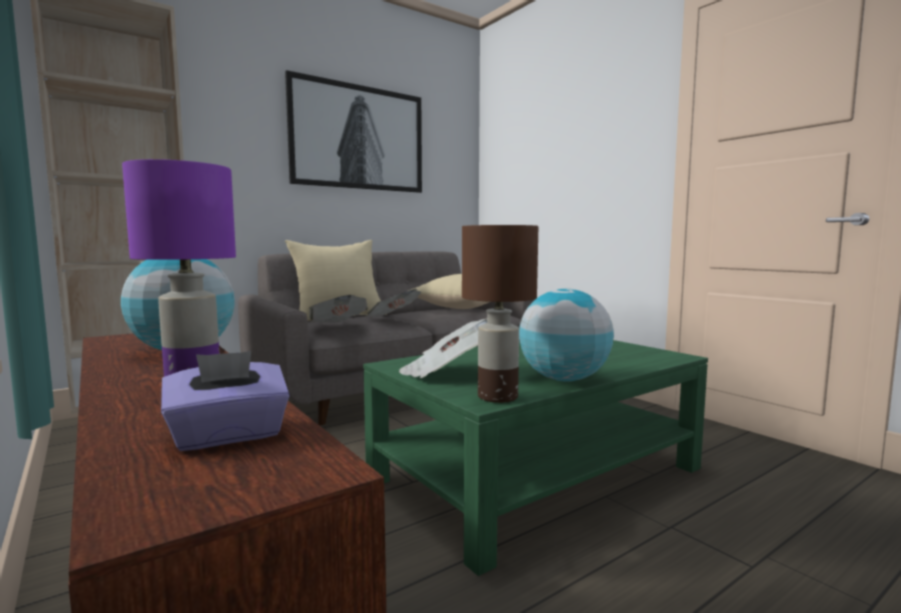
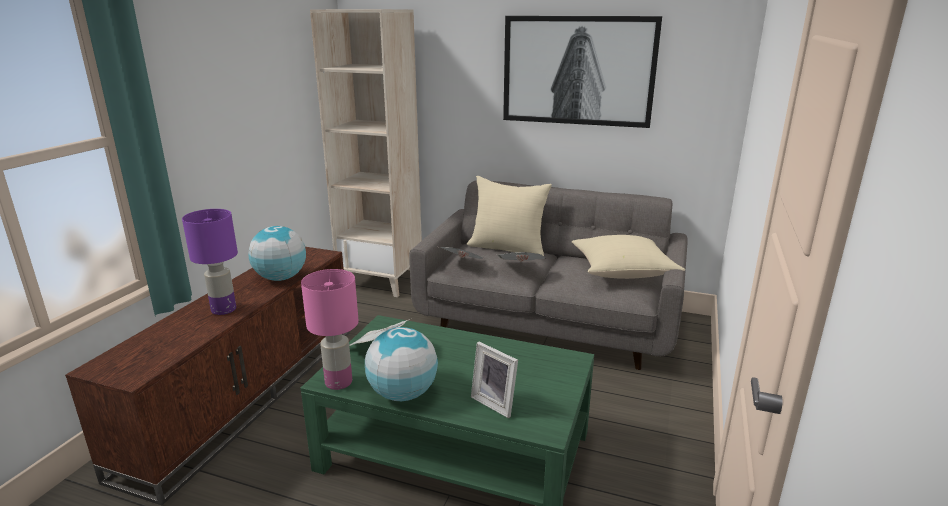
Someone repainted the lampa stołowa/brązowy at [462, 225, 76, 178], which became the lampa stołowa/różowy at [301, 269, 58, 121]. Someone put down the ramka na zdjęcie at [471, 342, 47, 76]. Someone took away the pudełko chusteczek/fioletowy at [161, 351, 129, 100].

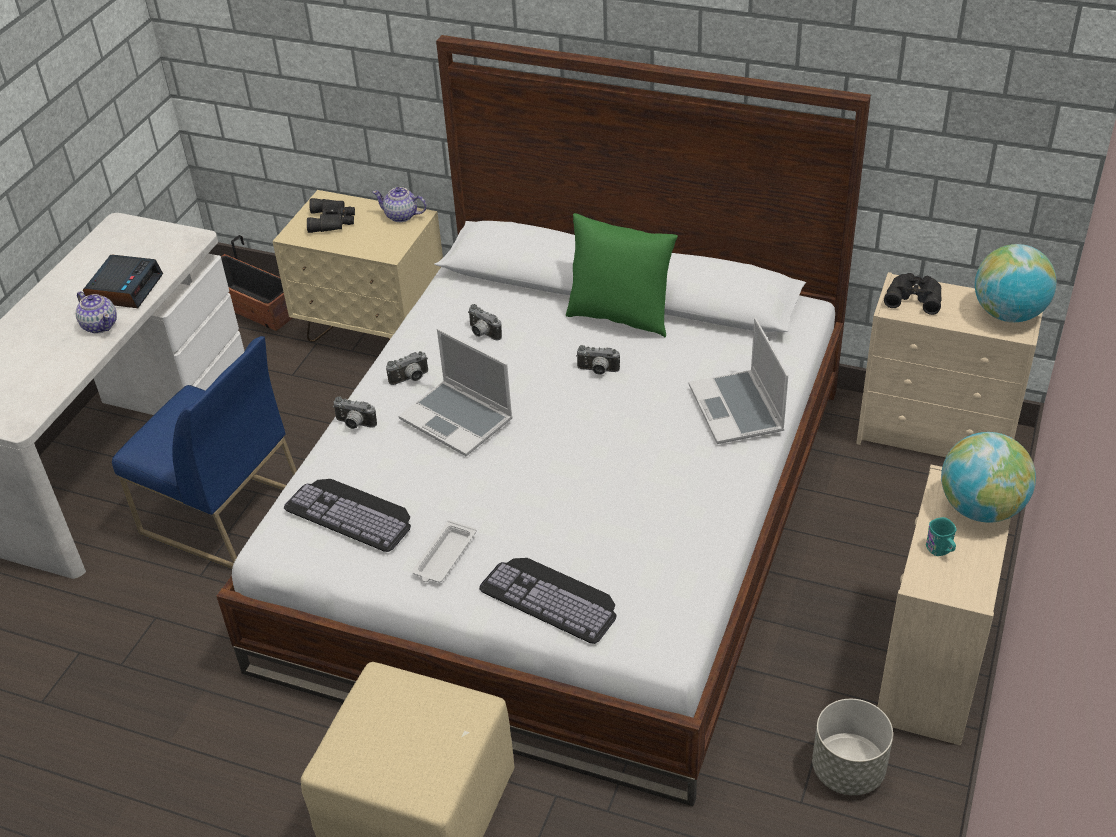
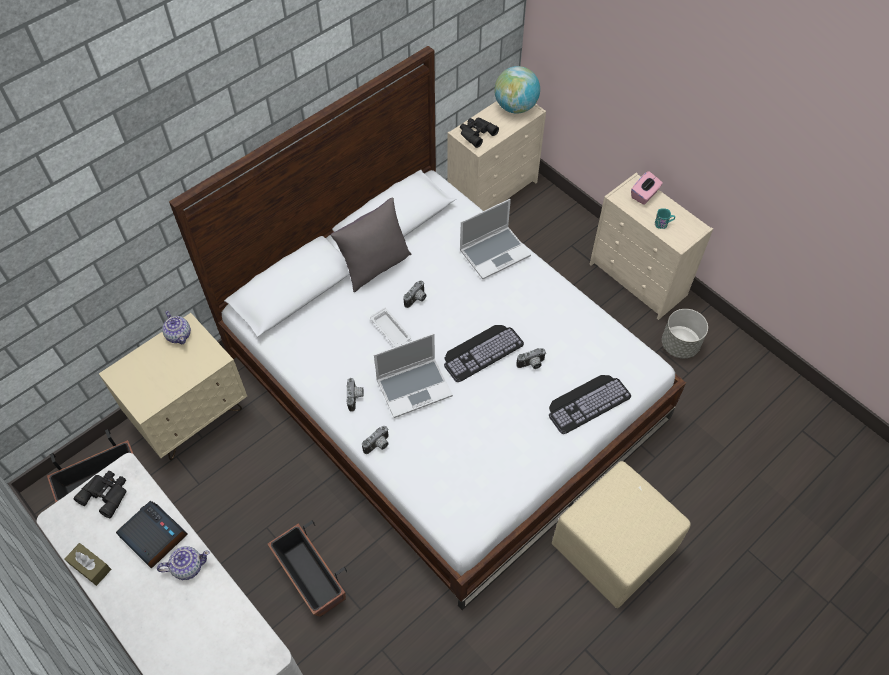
Someone put down the pudełko chusteczek/brązowy at [64, 543, 47, 43]. Someone carried the lornetka/czarny from [307, 198, 48, 35] to [74, 471, 53, 47]. Someone rotated the imbryk at [372, 187, 55, 35] by 75 degrees counterclockwise. Someone swapped the krzesło/niebieski at [112, 336, 185, 233] for the donica at [268, 520, 79, 97]. Someone repainted the poduszka/zielony at [566, 213, 112, 124], which became the poduszka/szary at [331, 197, 81, 95]. Someone carried the taca/biały from [412, 520, 64, 62] to [370, 307, 41, 40]. Someone carried the klawiatura from [284, 479, 127, 73] to [444, 325, 80, 57]. Someone rotated the laptop at [689, 318, 99, 126] by 45 degrees counterclockwise. Someone carried the aparat fotograficzny from [468, 304, 34, 37] to [516, 348, 30, 21]. Someone swapped the globus at [941, 432, 95, 91] for the pudełko chusteczek/różowy at [631, 171, 32, 34].

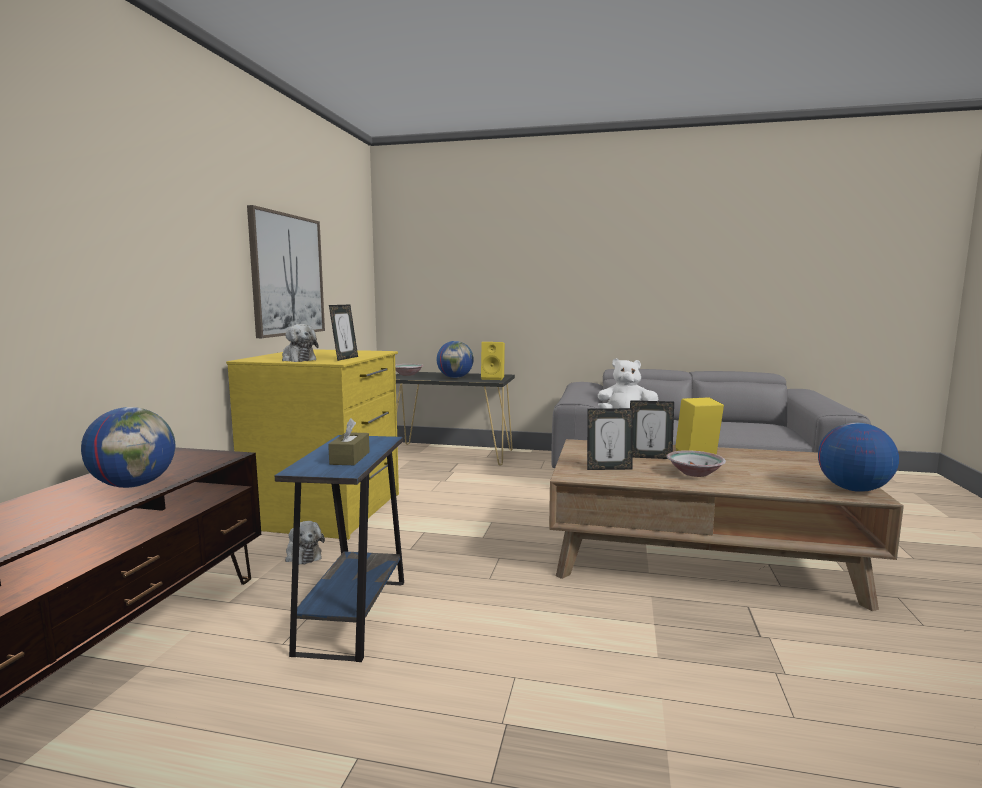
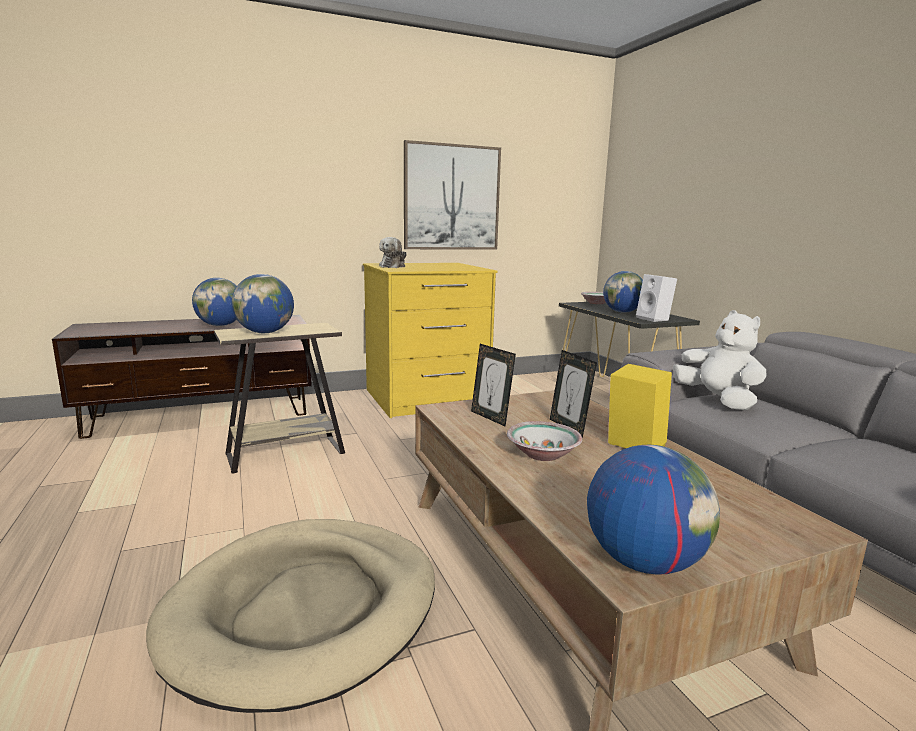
Someone put down the legowisko/beżowy at [146, 519, 289, 194]. Someone repainted the stolik/niebieski at [275, 435, 129, 227], which became the stolik/beżowy at [214, 323, 131, 150]. Someone swapped the pudełko chusteczek/brązowy at [328, 418, 42, 47] for the globus at [232, 274, 62, 59]. Someone repainted the głośnik/żółty at [481, 342, 24, 38], which became the głośnik/biały at [636, 274, 41, 48]. Someone took away the pluszak at [285, 521, 40, 44]. Someone took away the ramka na zdjęcie at [329, 305, 29, 56].

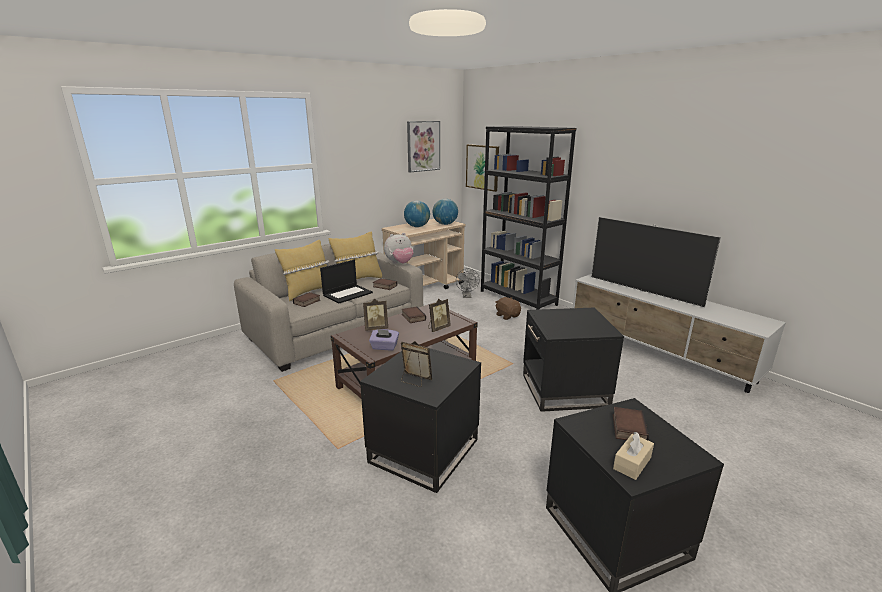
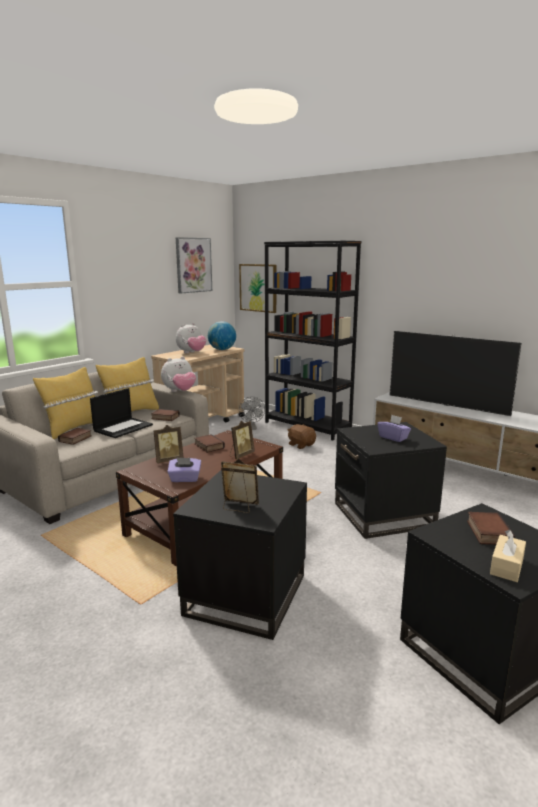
Someone swapped the globus at [404, 201, 26, 26] for the pluszak at [176, 323, 30, 30]. Someone put down the pudełko chusteczek/fioletowy at [377, 415, 34, 27].

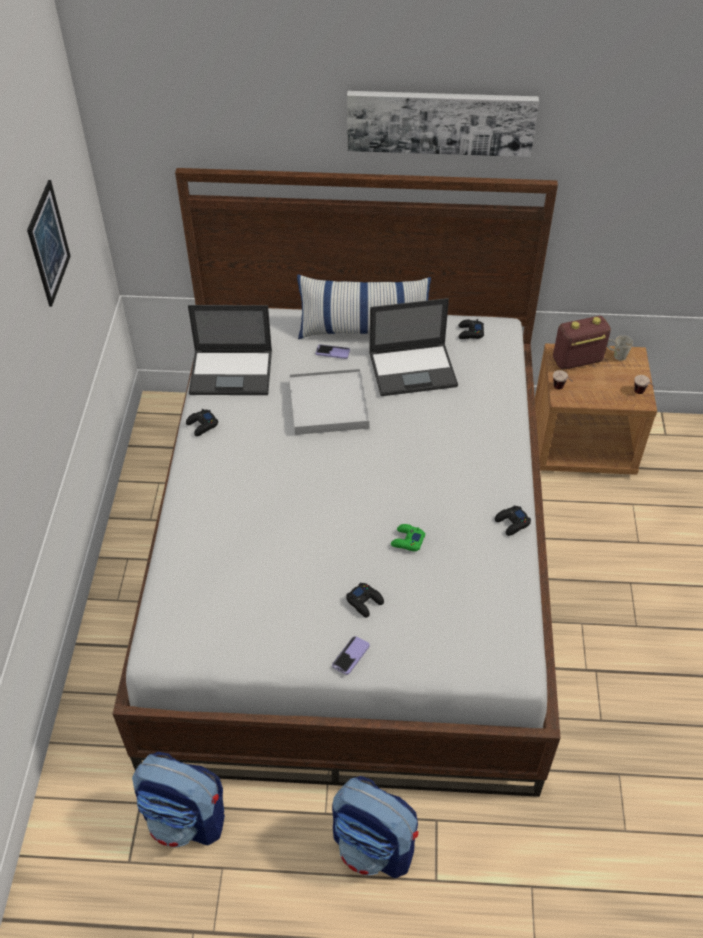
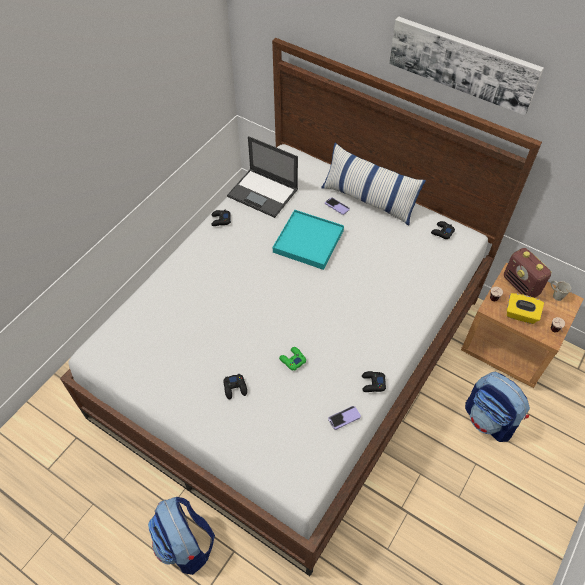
Someone repainted the taca/biały at [289, 368, 81, 67], which became the taca/turkusowy at [273, 210, 71, 60]. Someone carried the telefon from [332, 636, 38, 39] to [328, 406, 33, 24]. Someone carried the plecak from [132, 752, 93, 95] to [465, 372, 65, 70]. Someone rotated the radio at [553, 316, 58, 54] by 135 degrees counterclockwise. Someone put down the pudełko chusteczek/żółty at [507, 293, 37, 31]. Someone took away the obraz at [27, 180, 44, 127]. Someone took away the laptop at [369, 298, 89, 98].

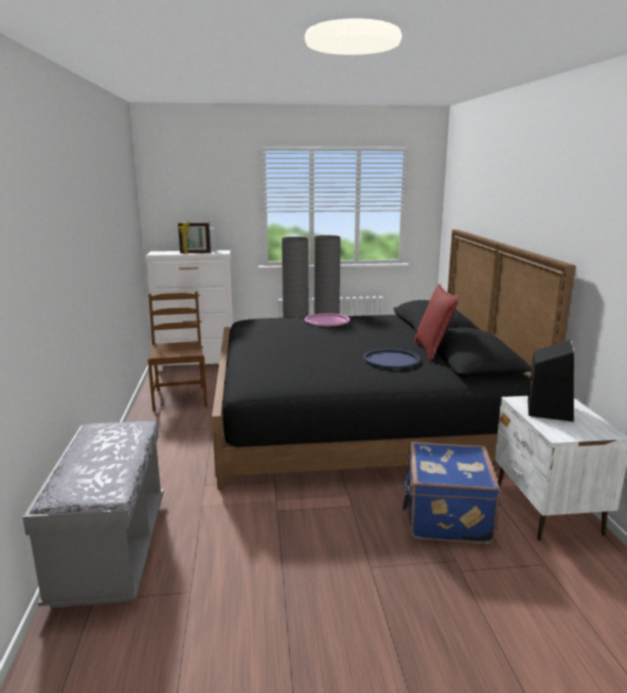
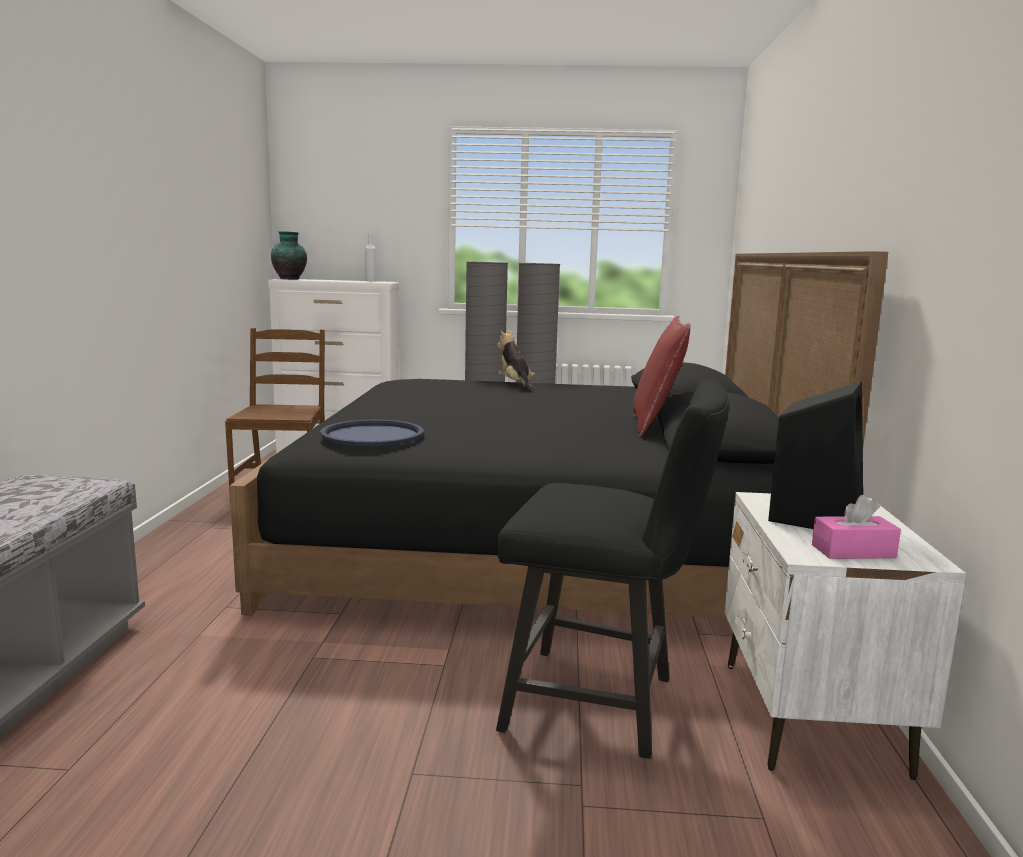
Someone put down the wazon at [271, 231, 36, 48]. Someone carried the taca/niebieski from [363, 349, 57, 20] to [320, 419, 103, 27]. Someone swapped the walizka/niebieski at [402, 442, 98, 102] for the krzesło/czarny at [496, 379, 233, 380]. Someone swapped the taca/różowy at [305, 313, 45, 13] for the pluszak at [497, 329, 38, 62]. Someone put down the pudełko chusteczek/różowy at [812, 495, 89, 64]. Someone took away the ramka na zdjęcie at [178, 222, 33, 32].

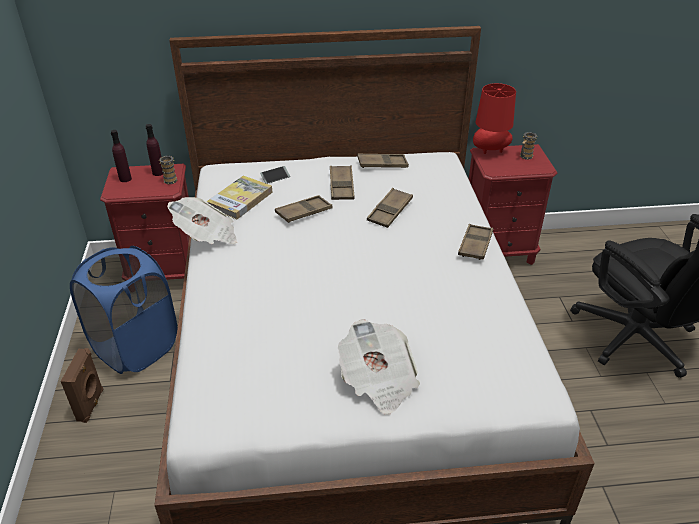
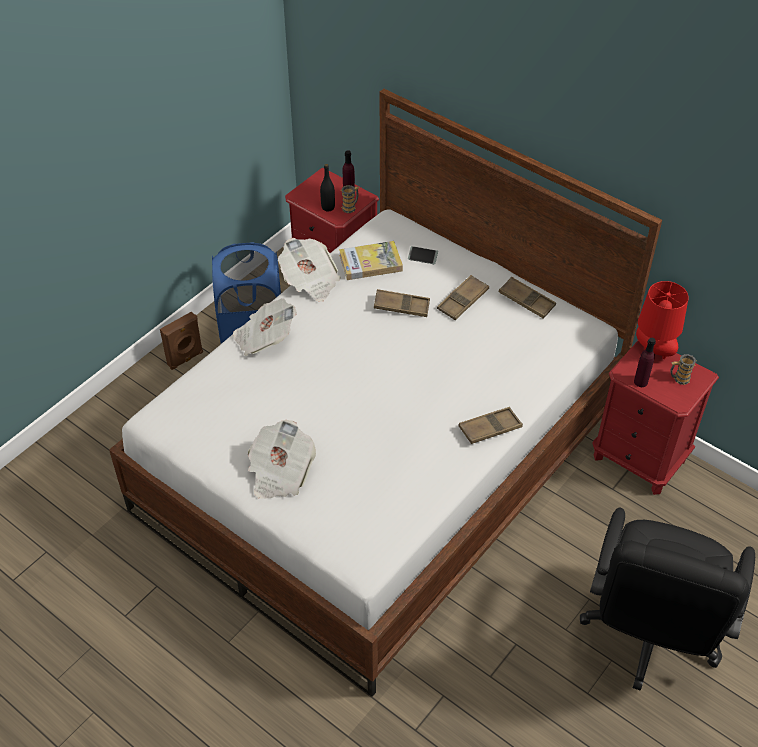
Someone put down the gazeta at [232, 298, 65, 58]. Someone put down the butelka/czarny at [320, 164, 15, 47]. Someone carried the butelka/fioletowy from [111, 130, 21, 52] to [634, 338, 22, 49]. Someone took away the taca/brązowy at [367, 188, 46, 40].

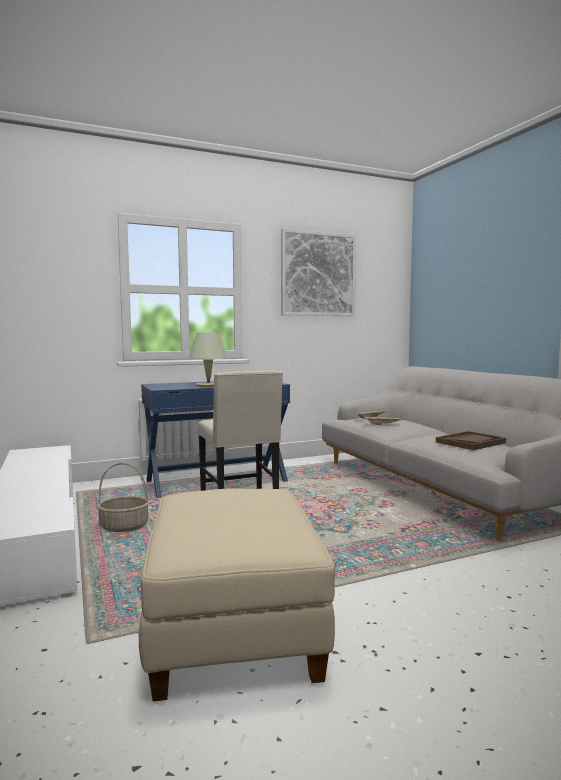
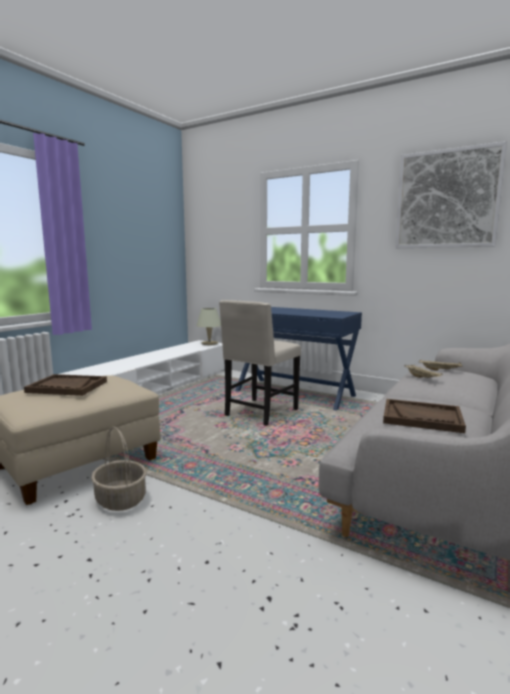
Someone put down the taca/brązowy at [24, 374, 83, 22]. Someone carried the koszyk from [97, 463, 52, 69] to [91, 427, 56, 84]. Someone carried the lampa stołowa/beżowy from [189, 332, 38, 55] to [196, 308, 25, 37].

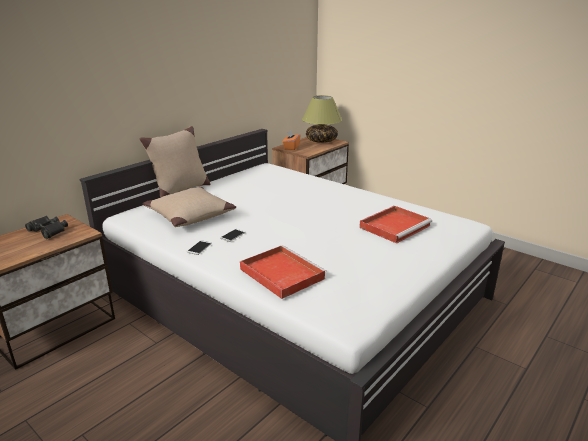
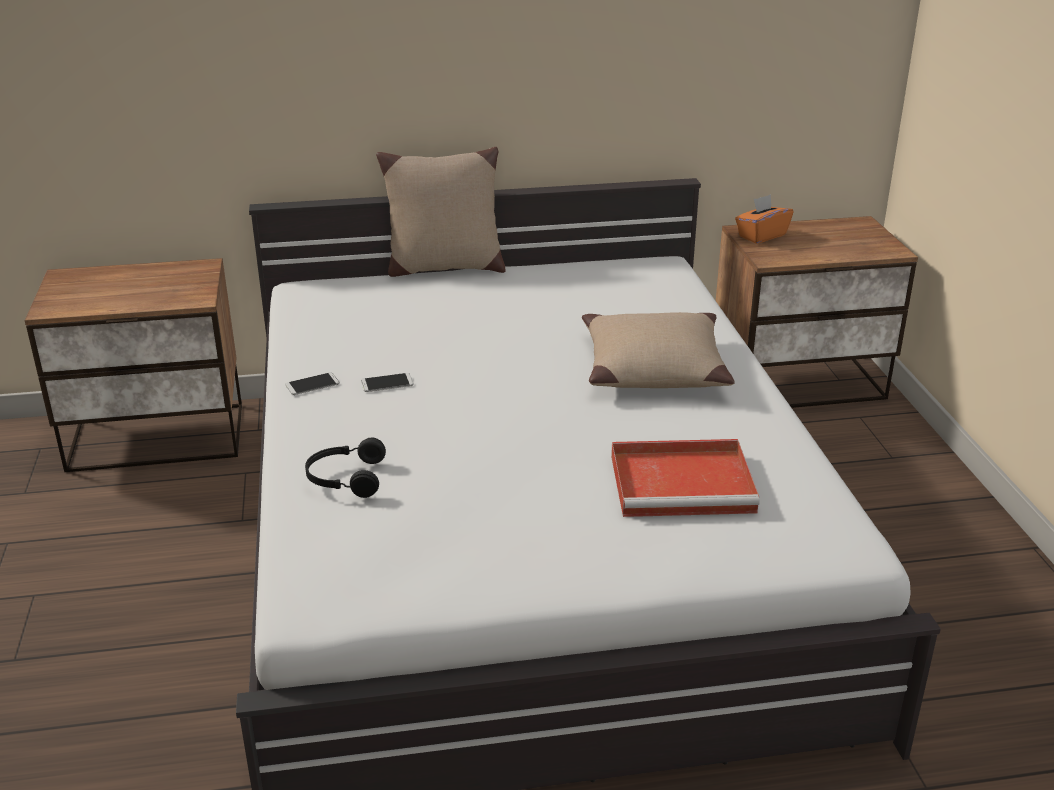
Someone swapped the taca/czerwony at [240, 245, 87, 54] for the słuchawki/czarny at [305, 438, 81, 60]. Someone carried the poduszka/beżowy from [142, 187, 94, 40] to [582, 312, 153, 76]. Someone took away the lornetka/czarny at [25, 216, 43, 23]. Someone took away the lampa stołowa at [302, 95, 40, 48].

